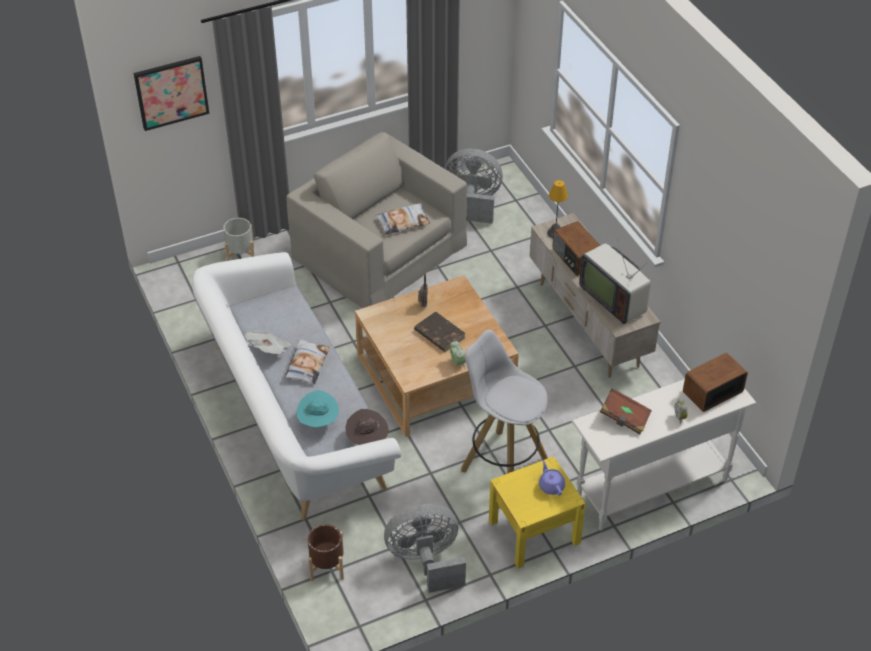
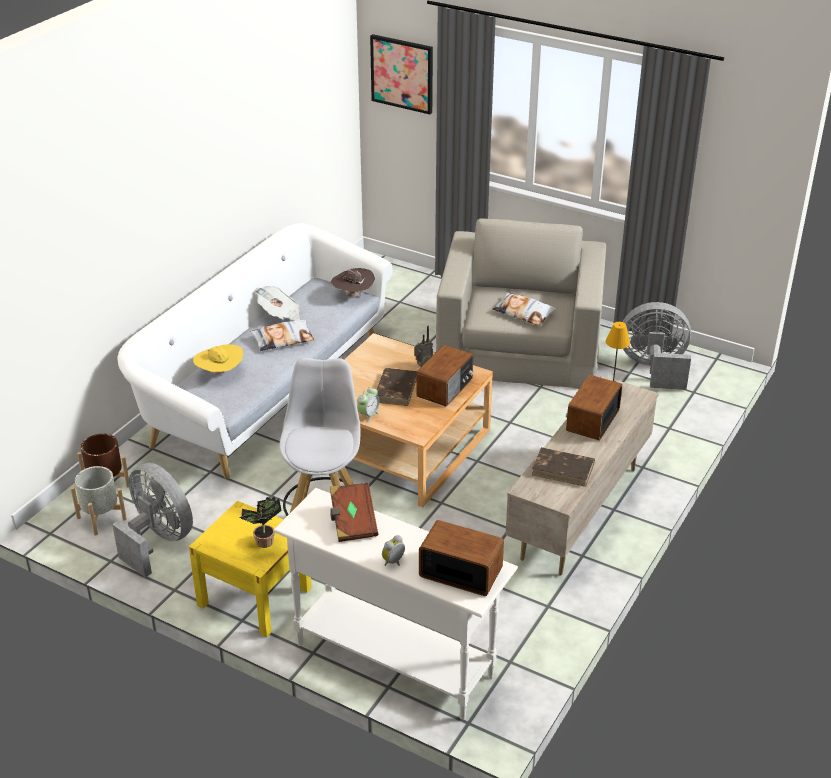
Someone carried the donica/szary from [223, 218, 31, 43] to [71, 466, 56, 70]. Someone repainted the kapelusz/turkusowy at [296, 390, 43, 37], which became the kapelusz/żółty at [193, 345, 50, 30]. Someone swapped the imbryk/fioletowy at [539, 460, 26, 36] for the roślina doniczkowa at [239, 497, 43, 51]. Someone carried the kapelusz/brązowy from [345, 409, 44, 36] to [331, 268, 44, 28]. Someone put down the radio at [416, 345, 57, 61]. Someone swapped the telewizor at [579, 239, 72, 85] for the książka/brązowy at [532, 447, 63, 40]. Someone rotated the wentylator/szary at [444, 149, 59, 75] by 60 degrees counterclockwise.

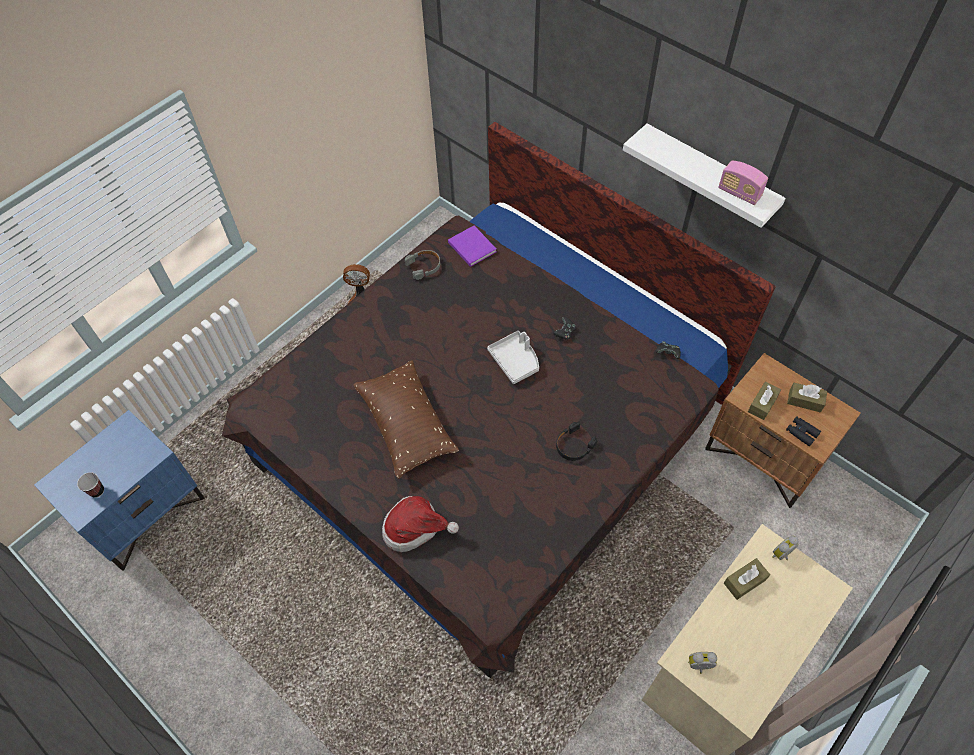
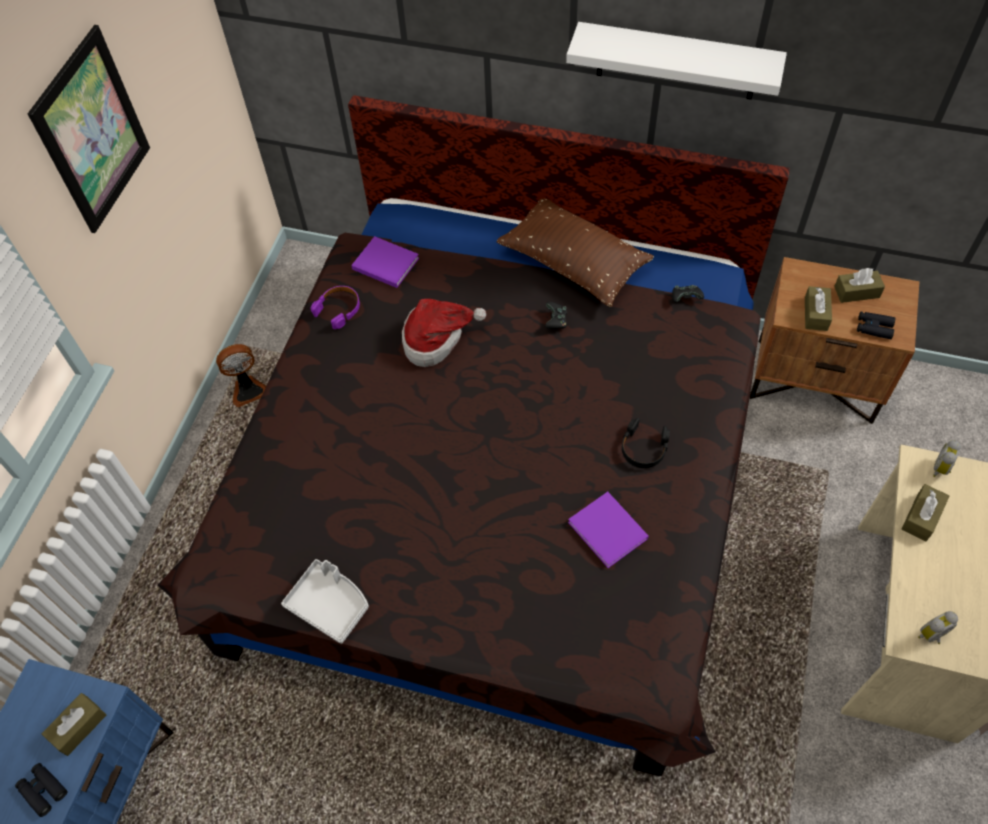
Someone swapped the filiżanka at [77, 472, 27, 26] for the lornetka/czarny at [15, 763, 52, 54]. Someone put up the obraz at [28, 25, 122, 208]. Someone put down the pudełko chusteczek/brązowy at [42, 693, 64, 63]. Someone carried the taca/szary from [487, 331, 52, 53] to [281, 559, 88, 85]. Someone repainted the słuchawki/szary at [405, 250, 35, 30], which became the słuchawki/fioletowy at [311, 286, 49, 43]. Someone carried the kapelusz from [382, 496, 77, 56] to [402, 299, 84, 68]. Someone carried the poduszka/brązowy from [353, 360, 106, 119] to [497, 199, 157, 108]. Someone put down the książka/fioletowy at [568, 492, 81, 76]. Someone took away the radio at [718, 161, 50, 44].

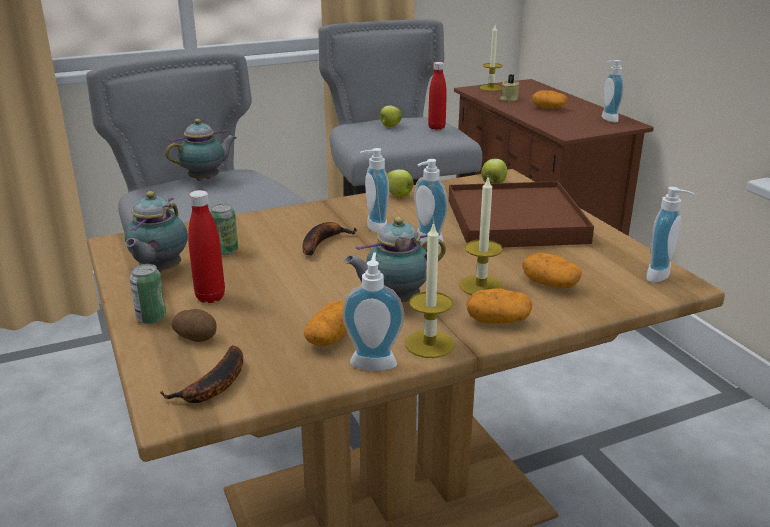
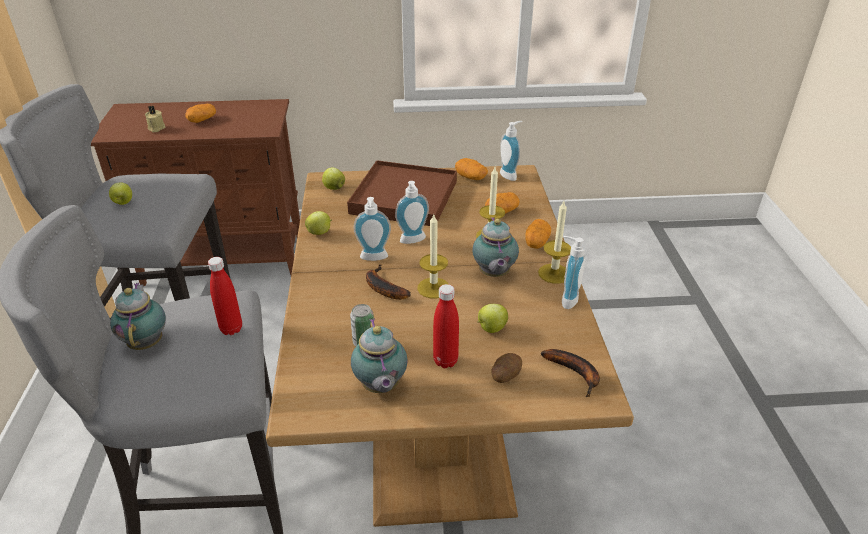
Someone carried the butelka/czerwony from [428, 62, 19, 68] to [208, 257, 34, 78]. Someone rotated the imbryk at [125, 191, 63, 82] by 45 degrees clockwise. Someone carried the świeca from [480, 25, 23, 66] to [417, 213, 31, 86]. Someone carried the ziemniak from [303, 301, 44, 45] to [455, 158, 33, 22]. Someone put down the jabłko at [477, 304, 31, 29]. Someone took away the puszka at [130, 264, 36, 60]. Someone took away the dozownik mydła at [602, 60, 22, 63].

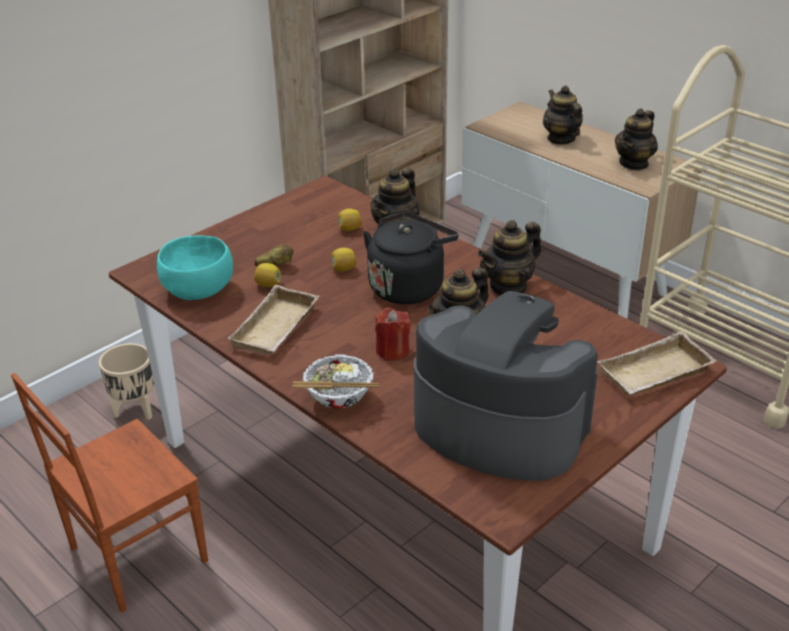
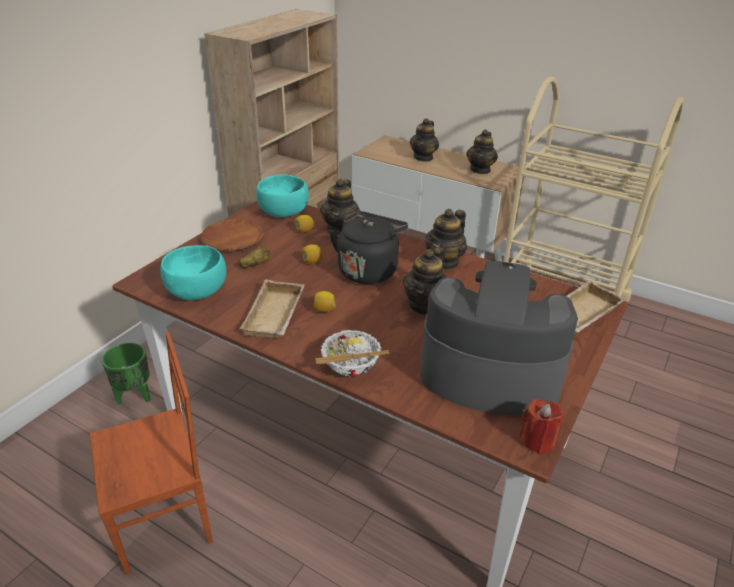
Someone rotated the krzesło/brązowy at [11, 373, 197, 239] by 150 degrees counterclockwise. Someone repainted the donica/beżowy at [99, 343, 55, 77], which became the donica/zielony at [102, 342, 49, 63]. Someone put down the talerz/brązowy at [200, 219, 64, 33]. Someone put down the miska/turkusowy at [256, 174, 53, 43]. Someone carried the cytryna from [254, 263, 27, 24] to [313, 291, 23, 21]. Someone rotated the imbryk at [543, 85, 40, 60] by 120 degrees counterclockwise. Someone carried the świeca/czerwony from [375, 308, 36, 53] to [519, 399, 46, 55].

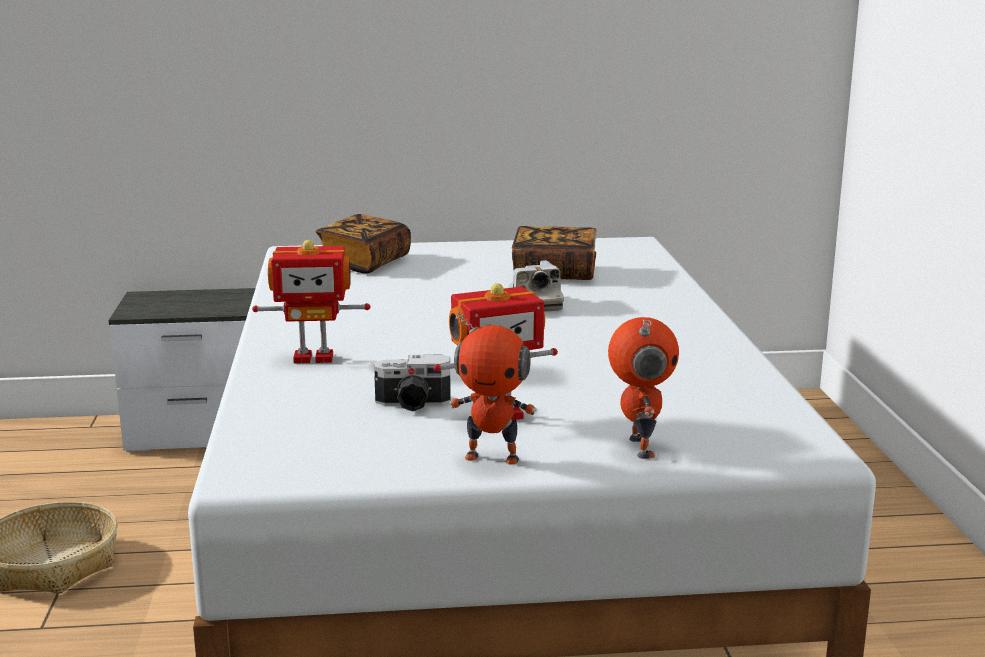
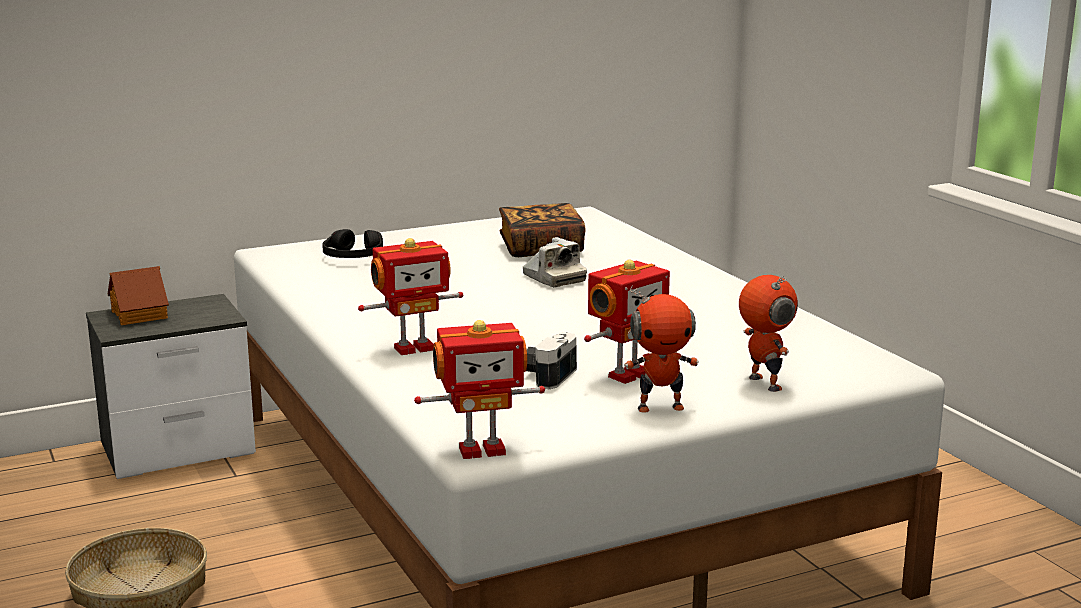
Someone put down the domek at [108, 266, 61, 59]. Someone swapped the książka at [315, 214, 96, 60] for the słuchawki/czarny at [322, 229, 61, 29]. Someone put down the robot zabawkowy at [414, 320, 131, 139]. Someone rotated the aparat fotograficzny at [374, 355, 77, 57] by 135 degrees clockwise.

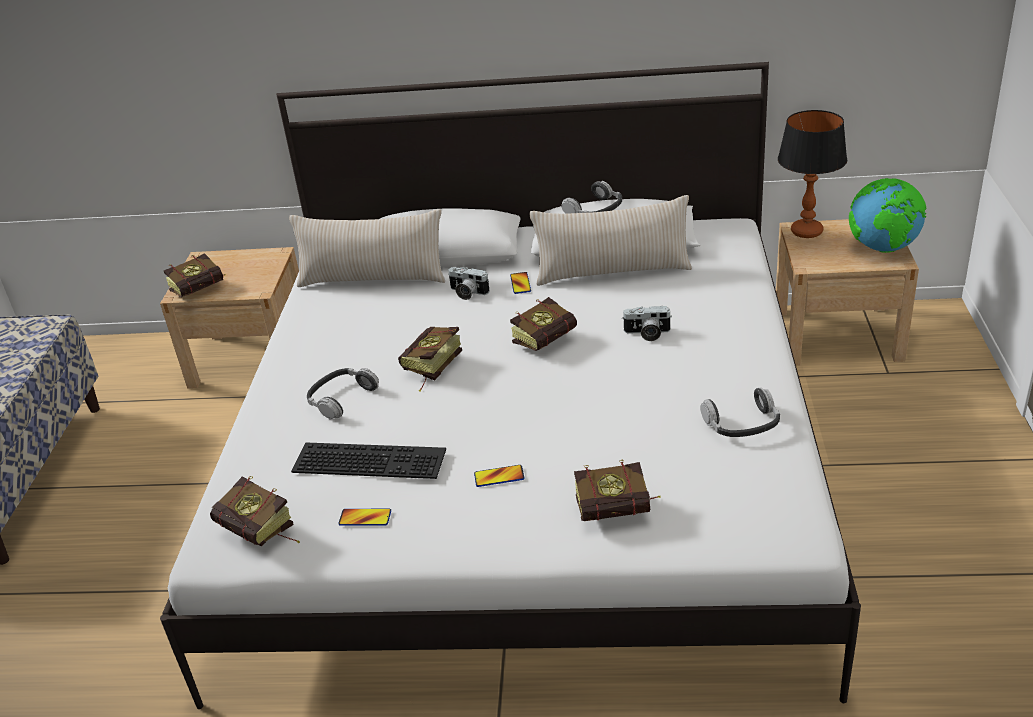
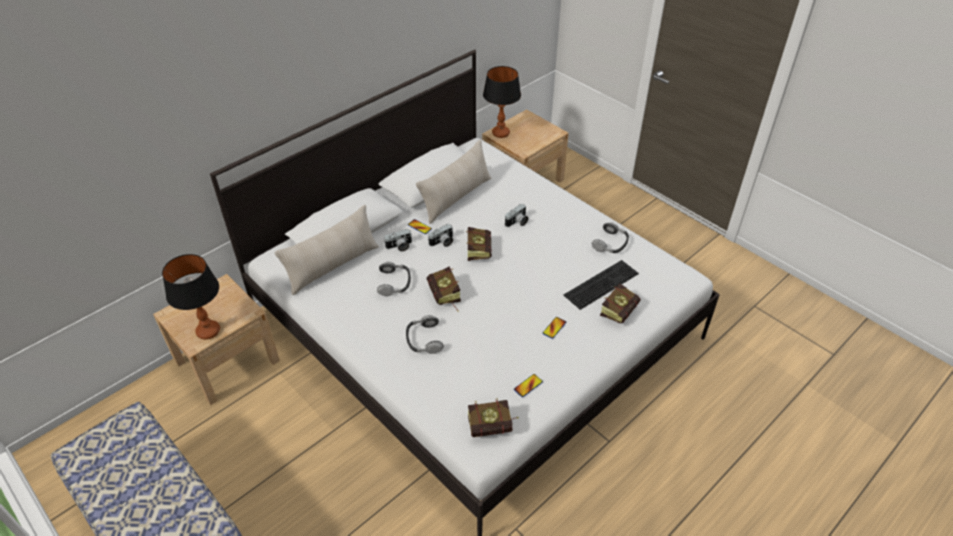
Someone swapped the książka at [164, 253, 62, 44] for the lampa stołowa at [162, 254, 58, 86]. Someone carried the słuchawki from [561, 181, 61, 33] to [377, 261, 34, 36]. Someone put down the aparat fotograficzny at [428, 224, 25, 23]. Someone carried the klawiatura from [291, 442, 155, 37] to [563, 260, 76, 50]. Someone took away the globus at [849, 178, 78, 75].

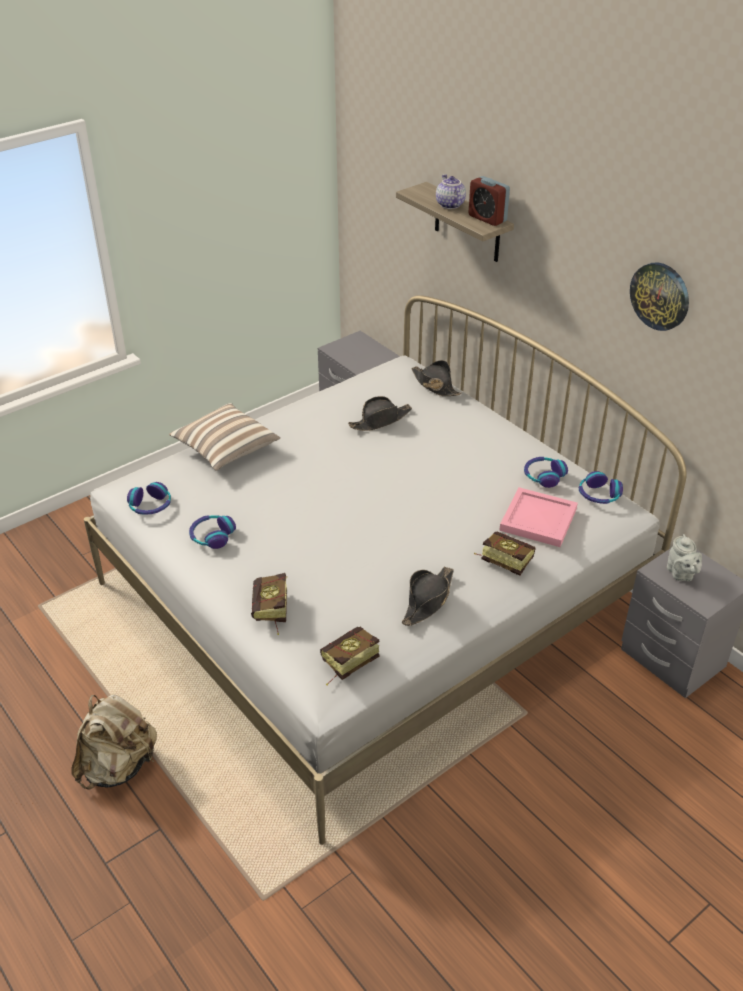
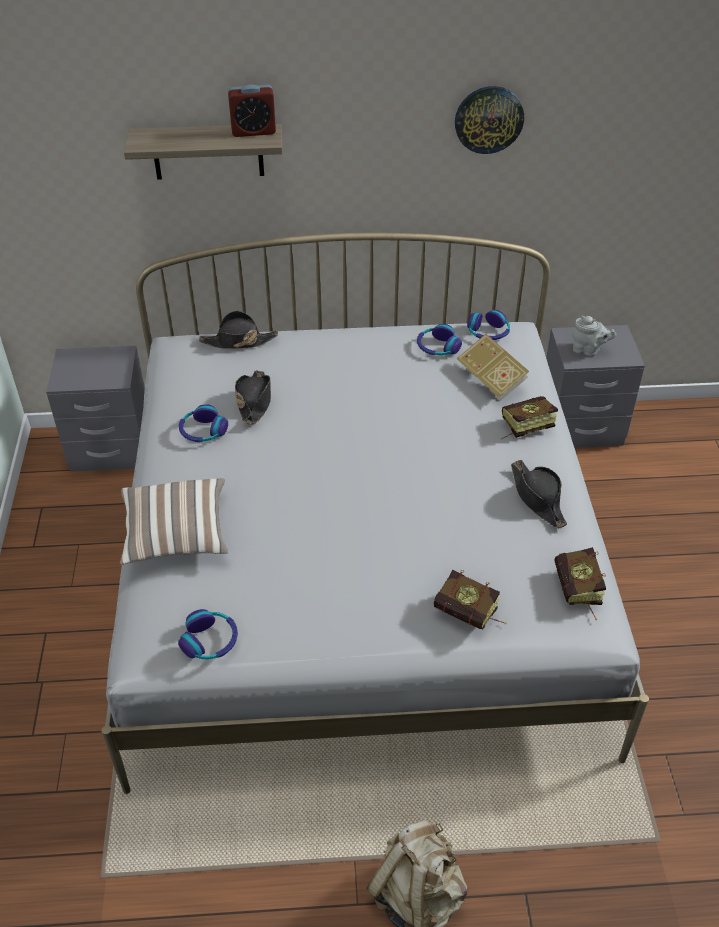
Someone carried the słuchawki from [189, 515, 47, 34] to [179, 404, 49, 38]. Someone swapped the taca/różowy at [499, 487, 79, 60] for the książka at [457, 334, 72, 67]. Someone took away the imbryk at [436, 174, 30, 35].

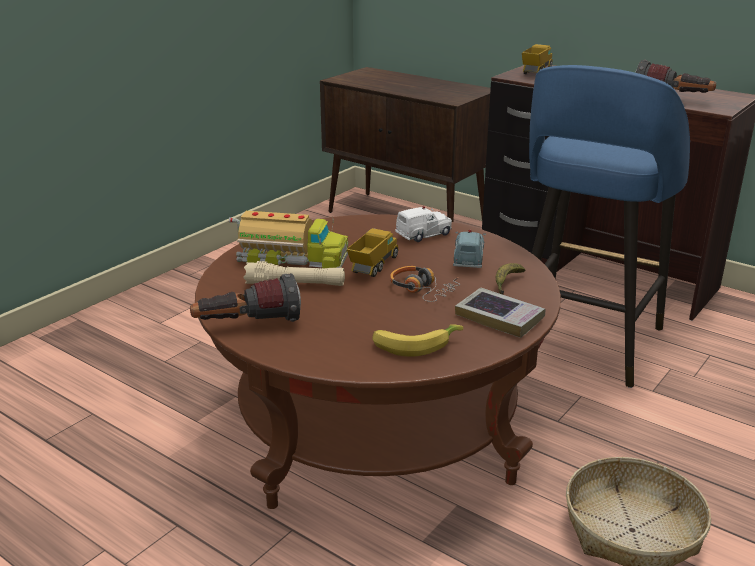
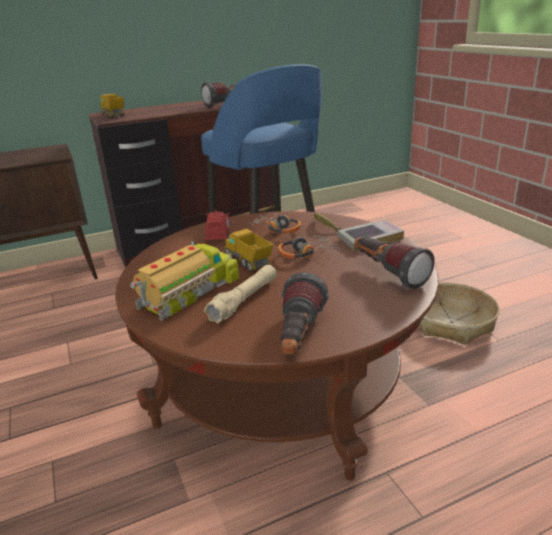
Someone repainted the samochodzik/biały at [395, 206, 57, 36], which became the samochodzik/czerwony at [205, 210, 25, 30]. Someone swapped the samochodzik/niebieski at [453, 229, 33, 39] for the słuchawki at [250, 212, 51, 21]. Someone swapped the banan at [372, 324, 91, 33] for the latarka at [355, 236, 80, 53].

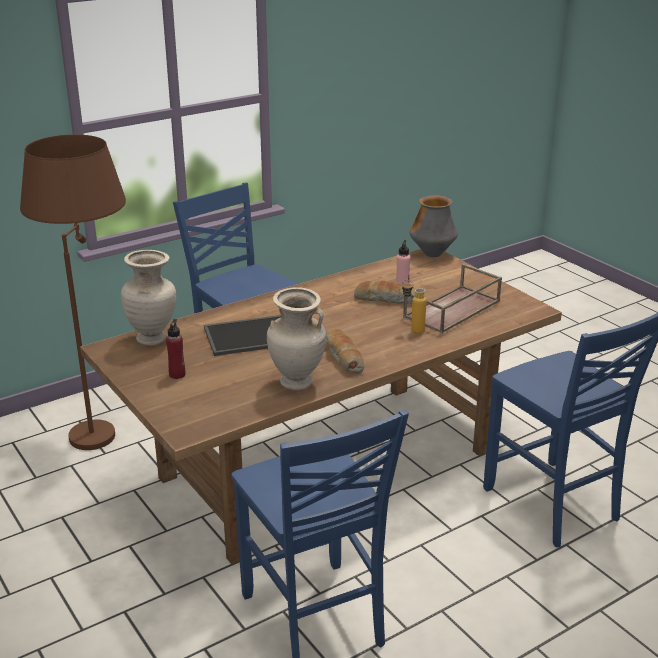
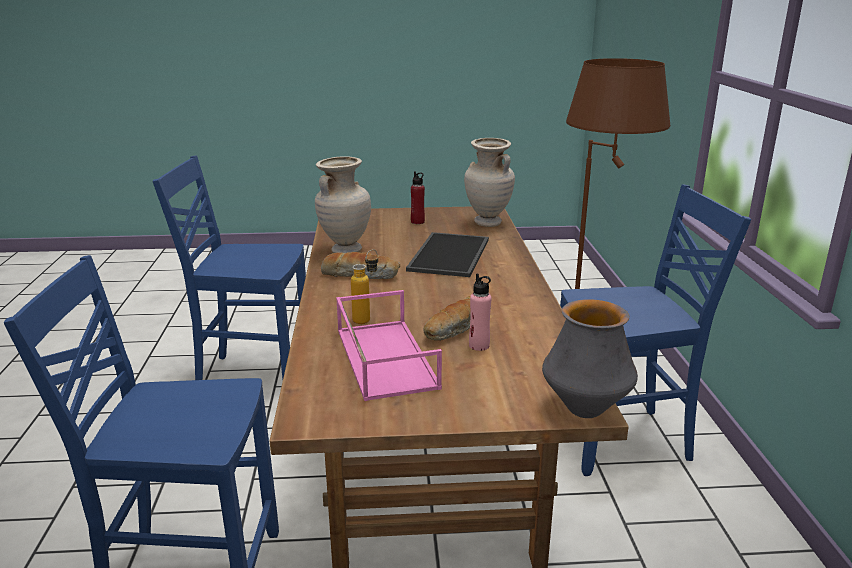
Someone repainted the taca/brązowy at [403, 264, 99, 69], which became the taca/różowy at [336, 290, 106, 111].

